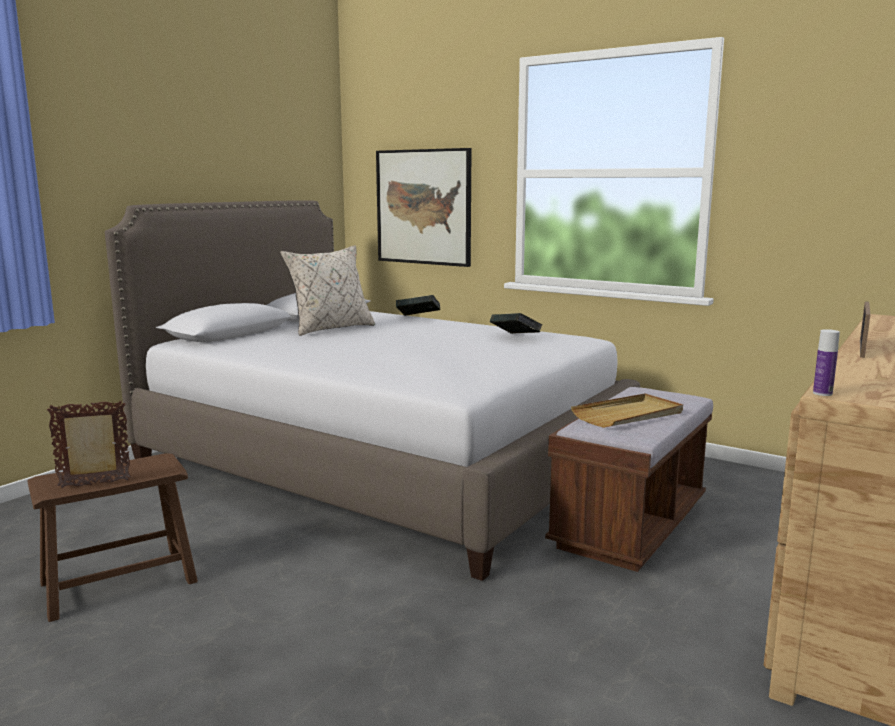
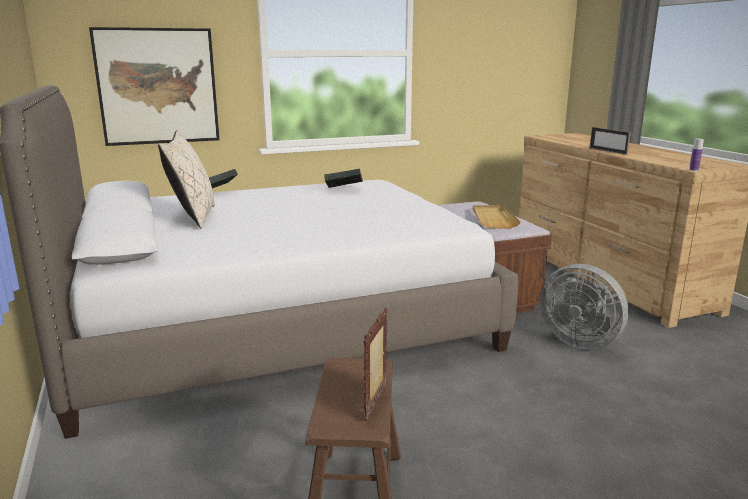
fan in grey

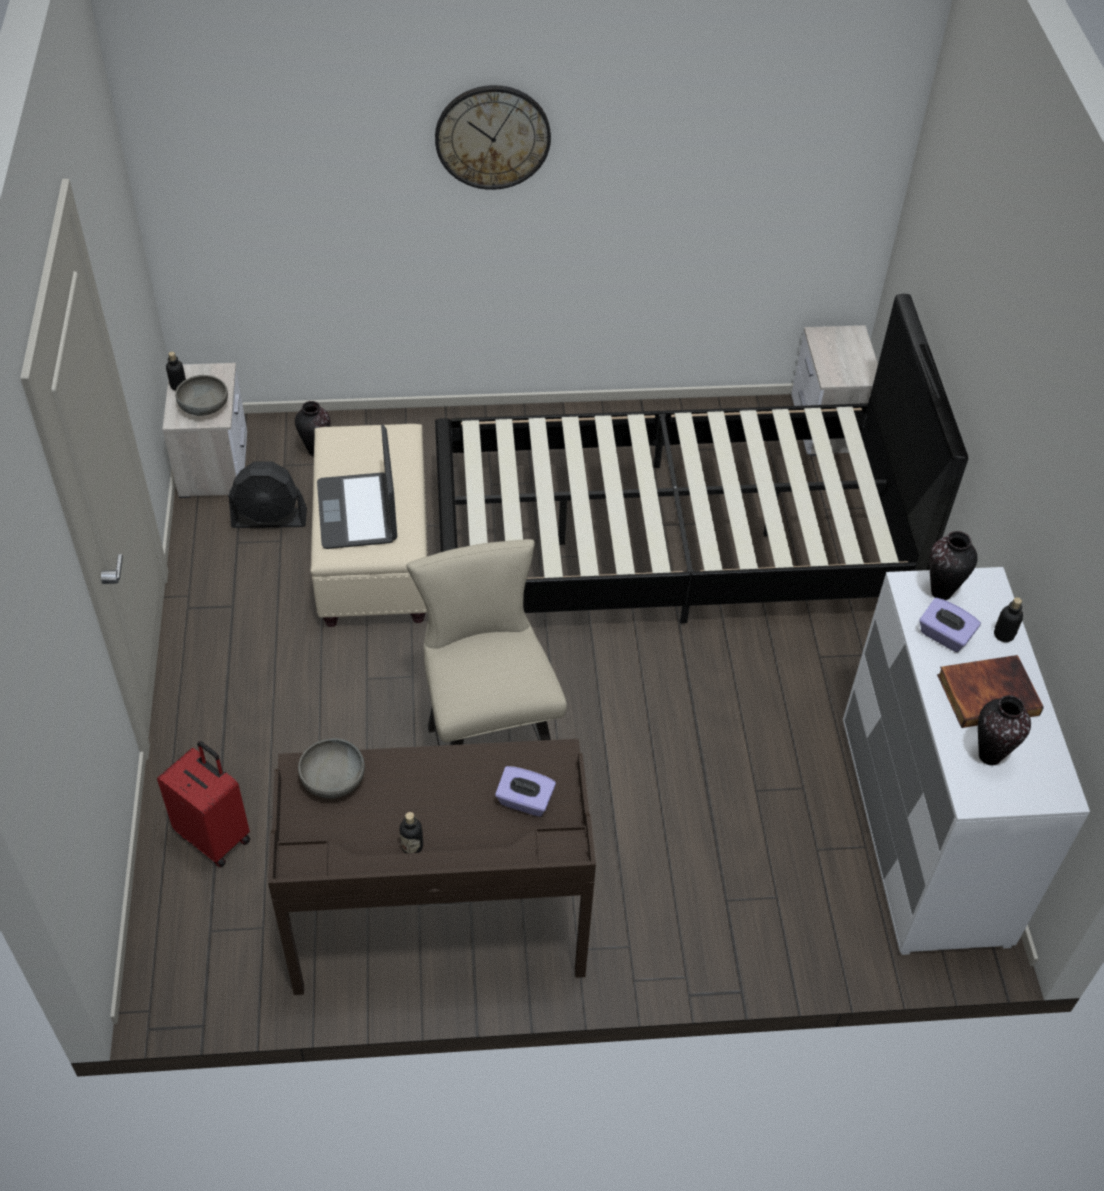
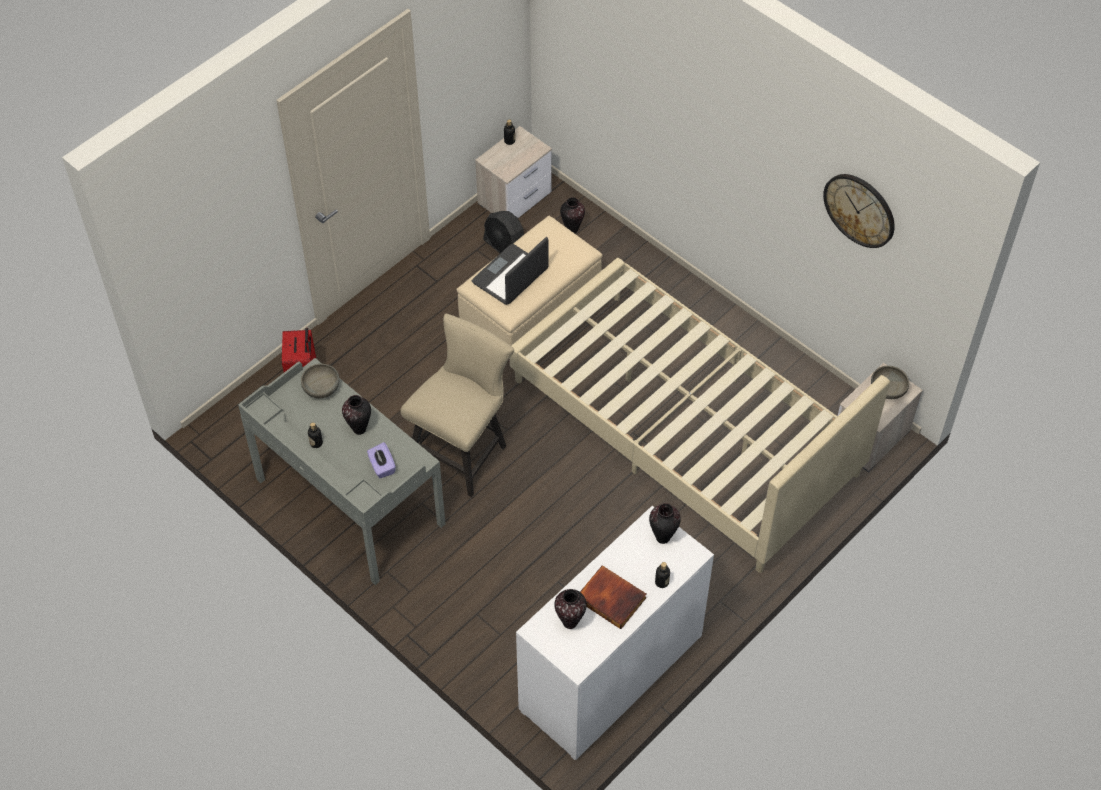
tissue box in purple (2nd from left in the first image)
vase (1st from left)
bowl in grey (2nd from left)
wall clock
desk in grey
bed in beige

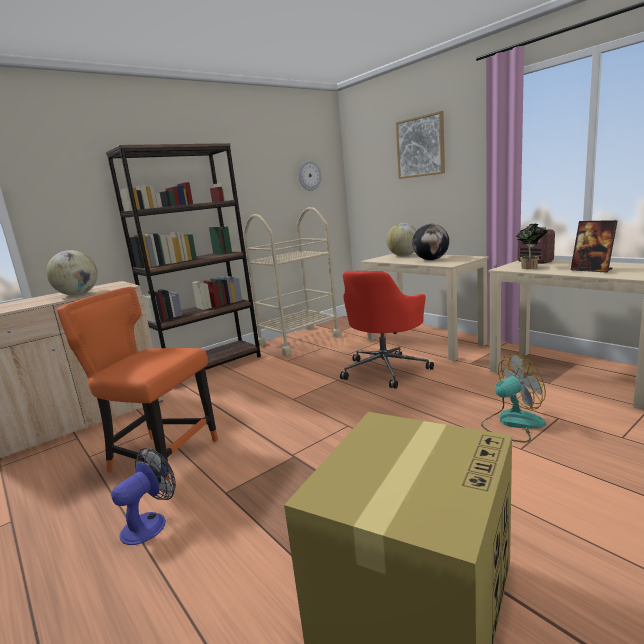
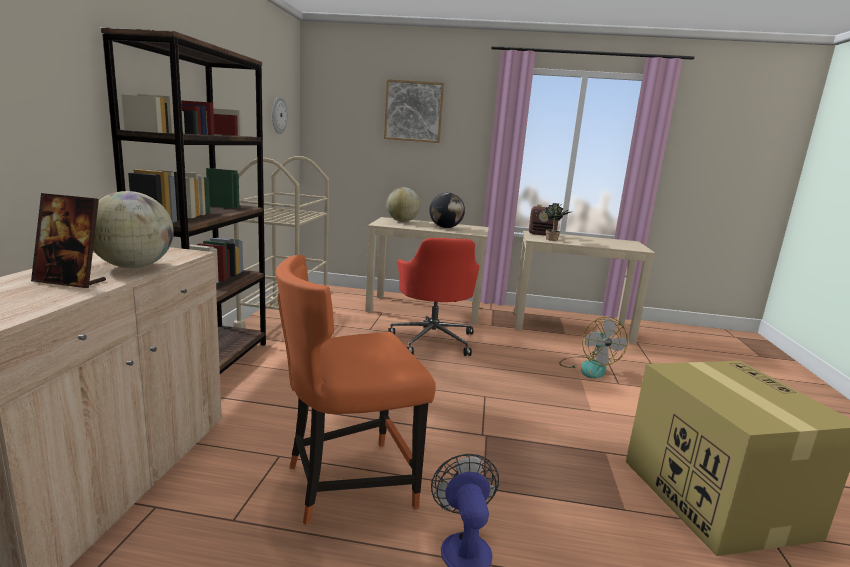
picture frame
fan (2nd from left)

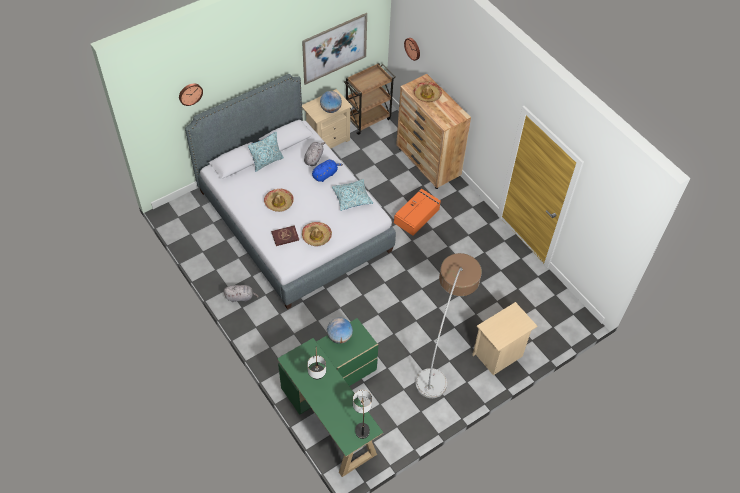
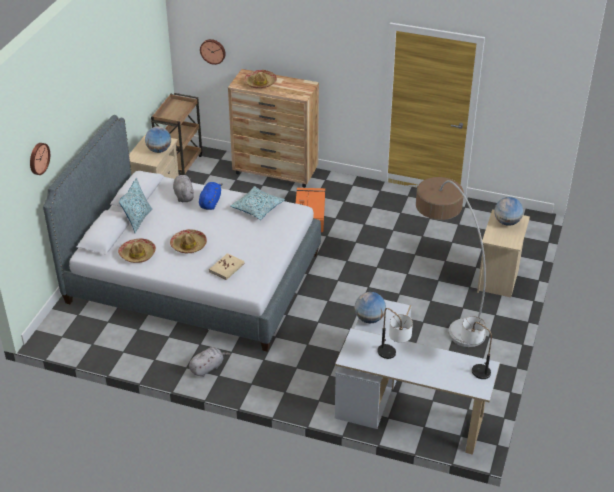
picture
globe (3rd from left)
hat (1st from left)
book in beige
desk in white

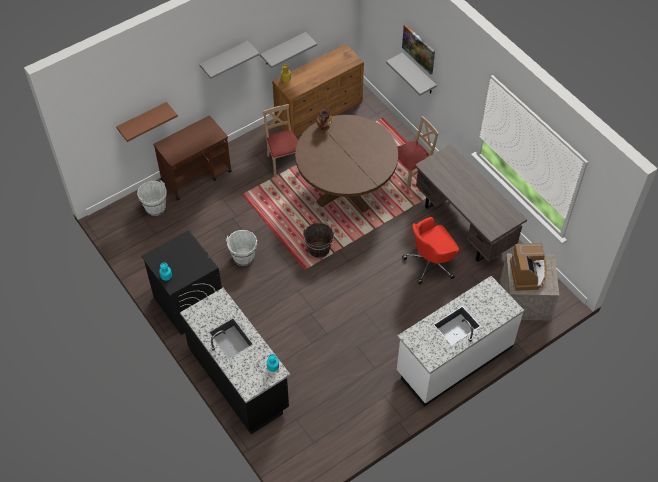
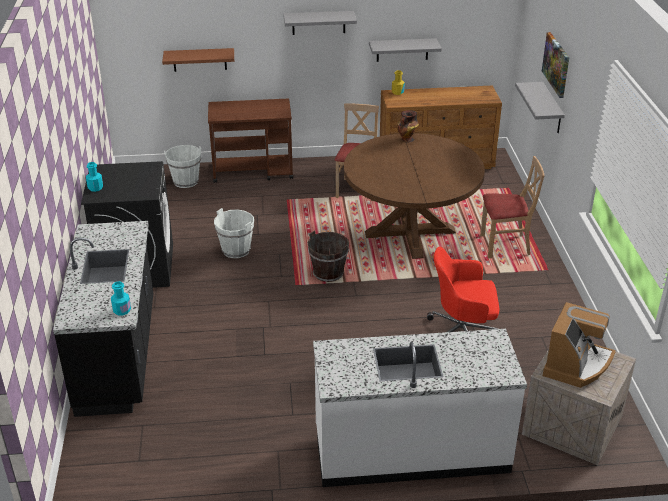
desk in brown

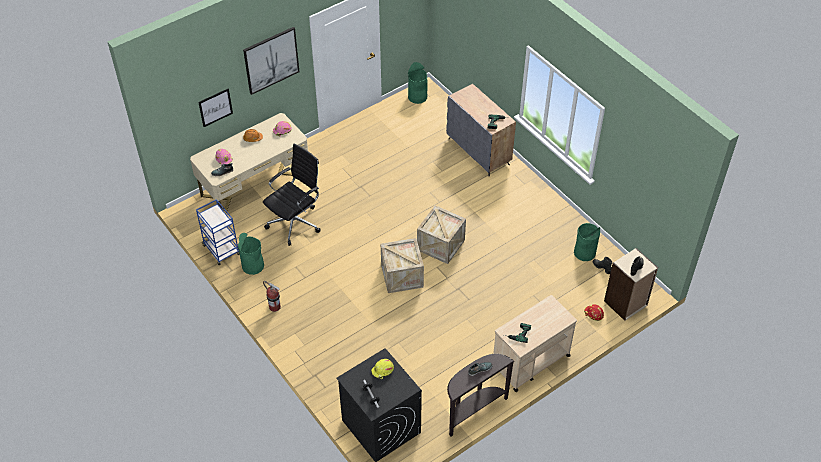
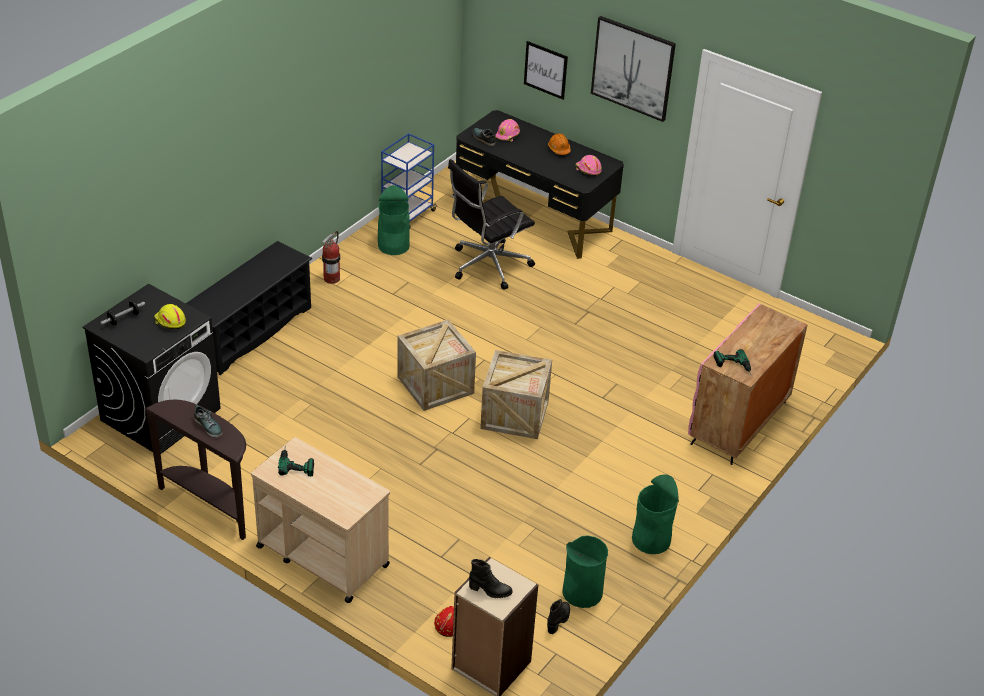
shoe rack in black
trash can in green (3rd from left)
desk in black
cabinet in pink
office chair in black

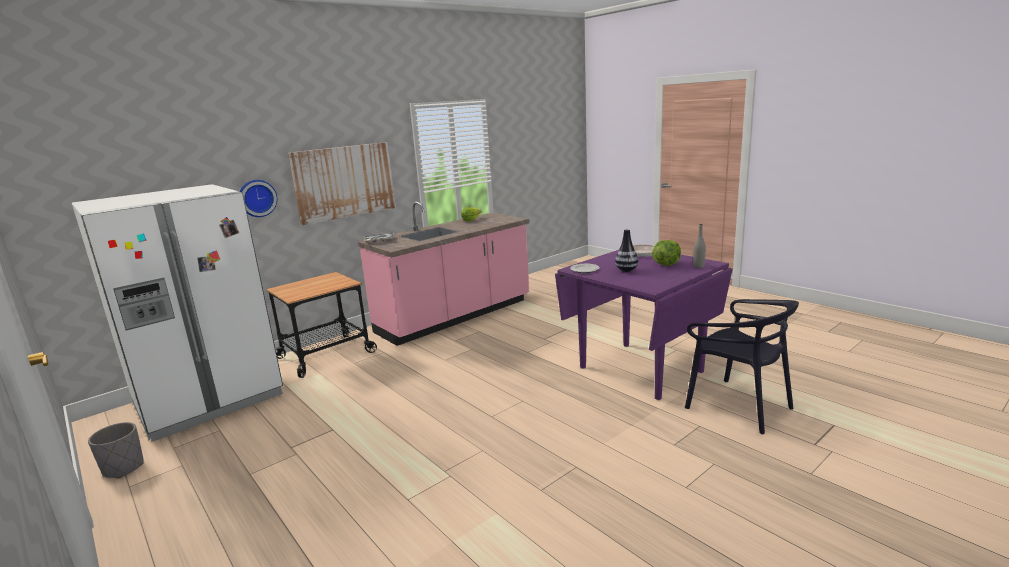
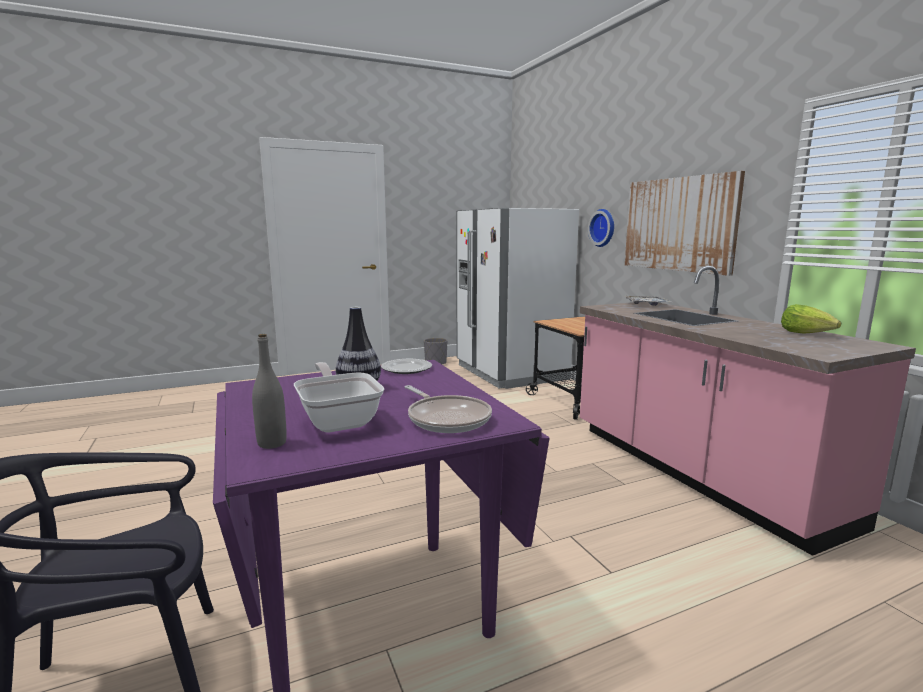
frying pan (1st from left)

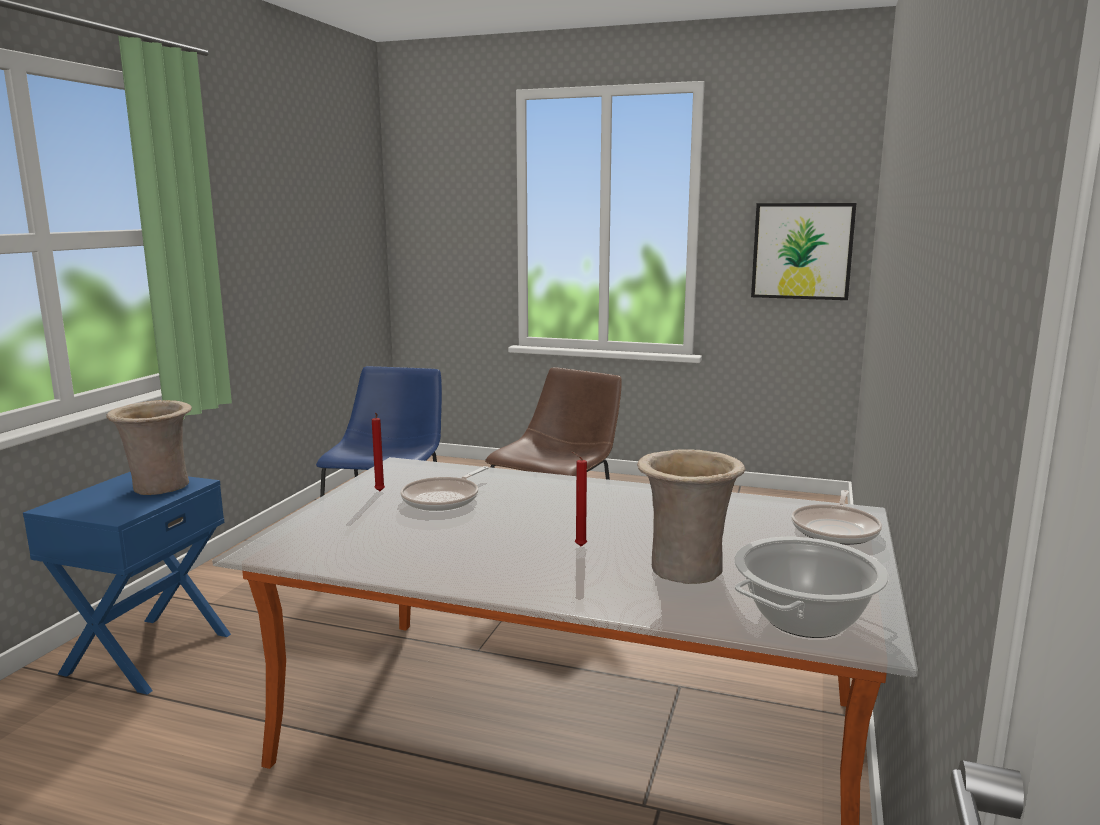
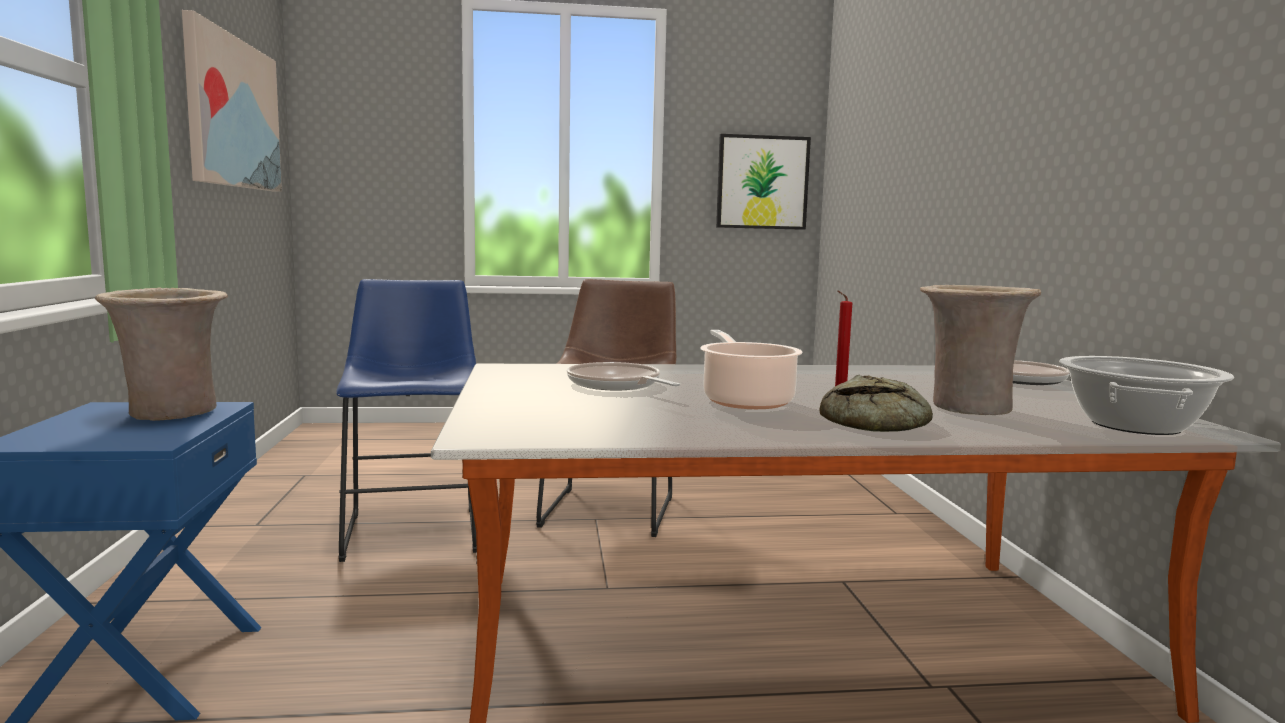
candle in red (1st from left in the first image)
picture (1st from left)
cooking pot (1st from left)
bread
frying pan (1st from left)

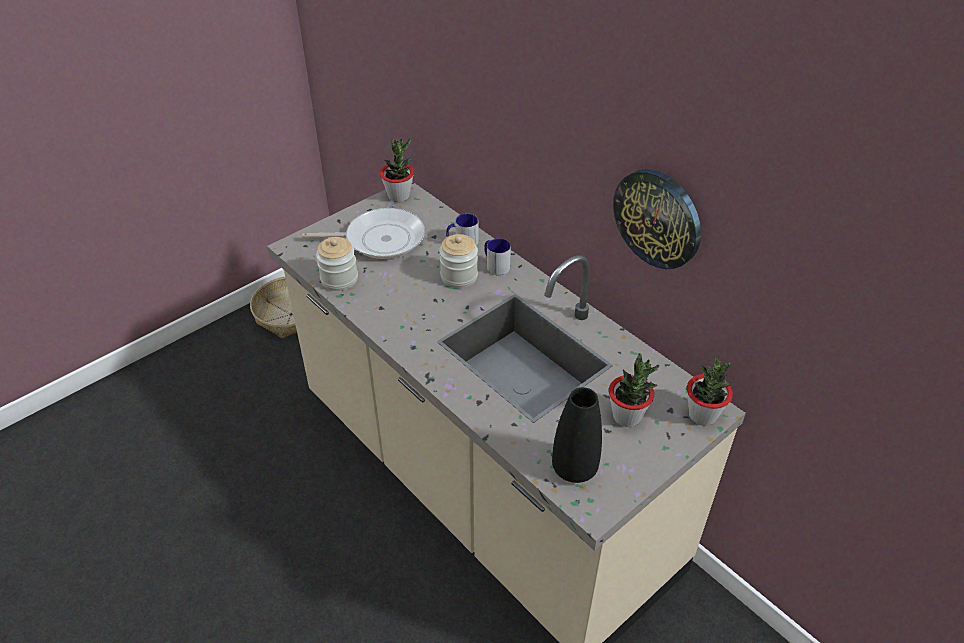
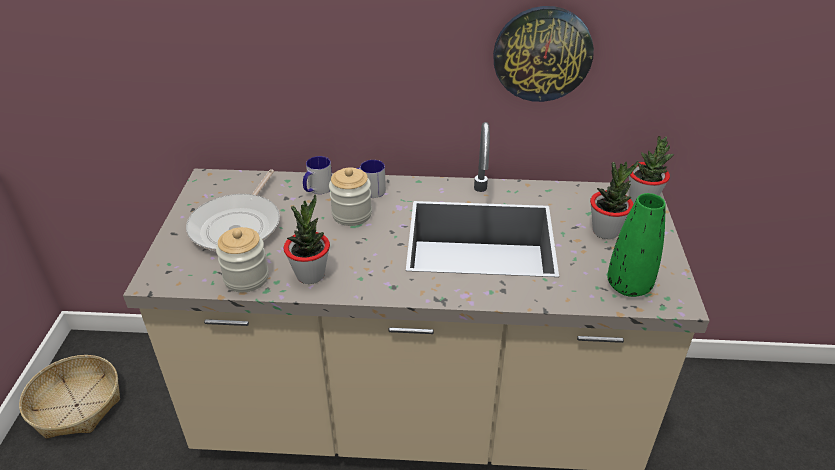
potted plant (1st from left)
vase in green
frying pan

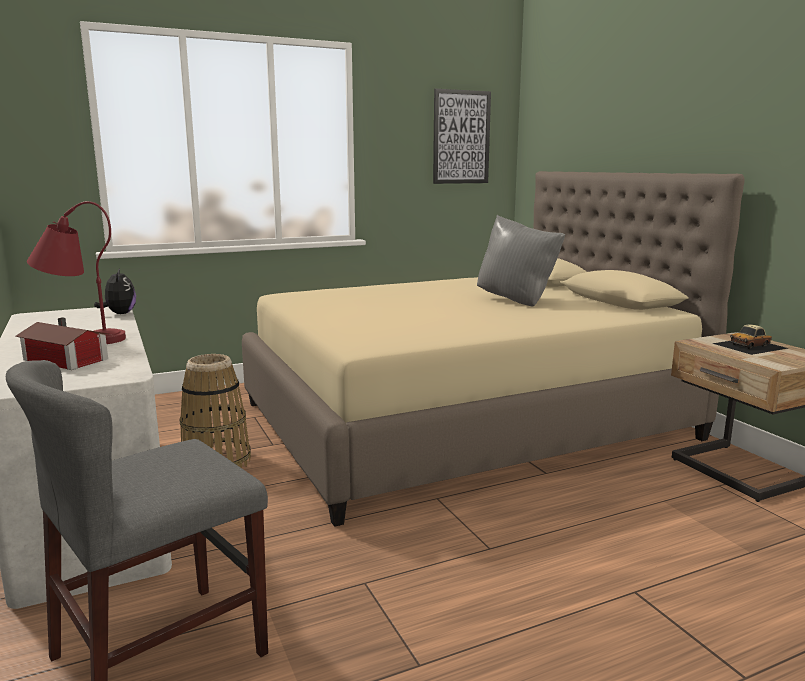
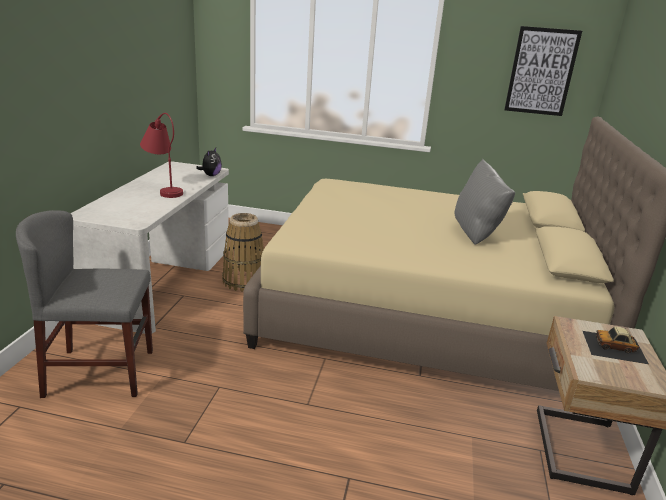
toy house

